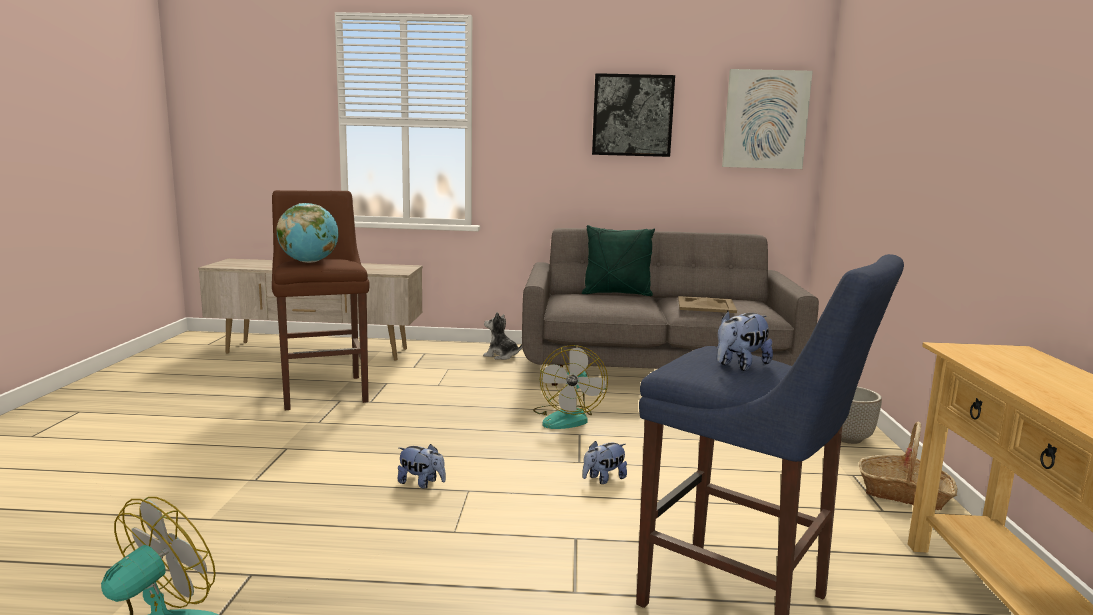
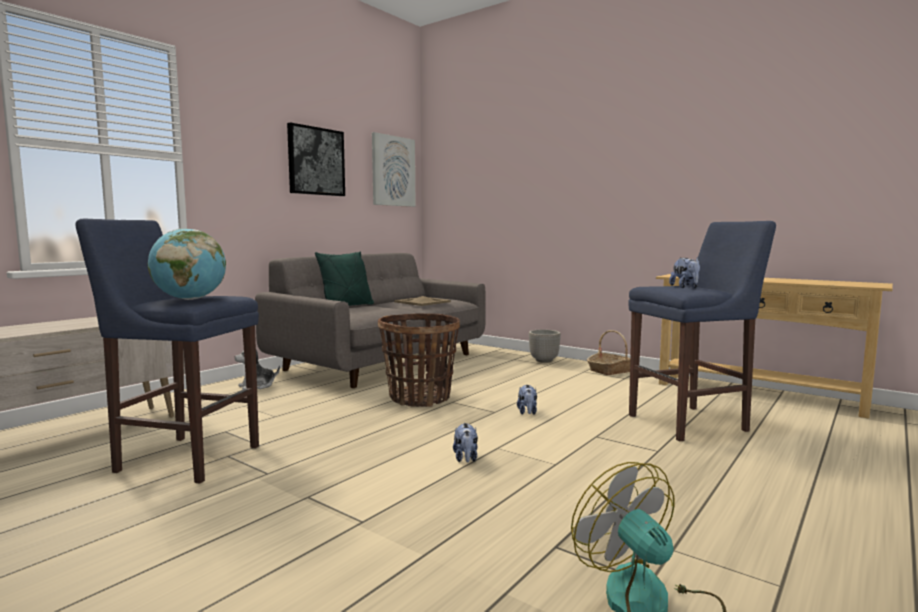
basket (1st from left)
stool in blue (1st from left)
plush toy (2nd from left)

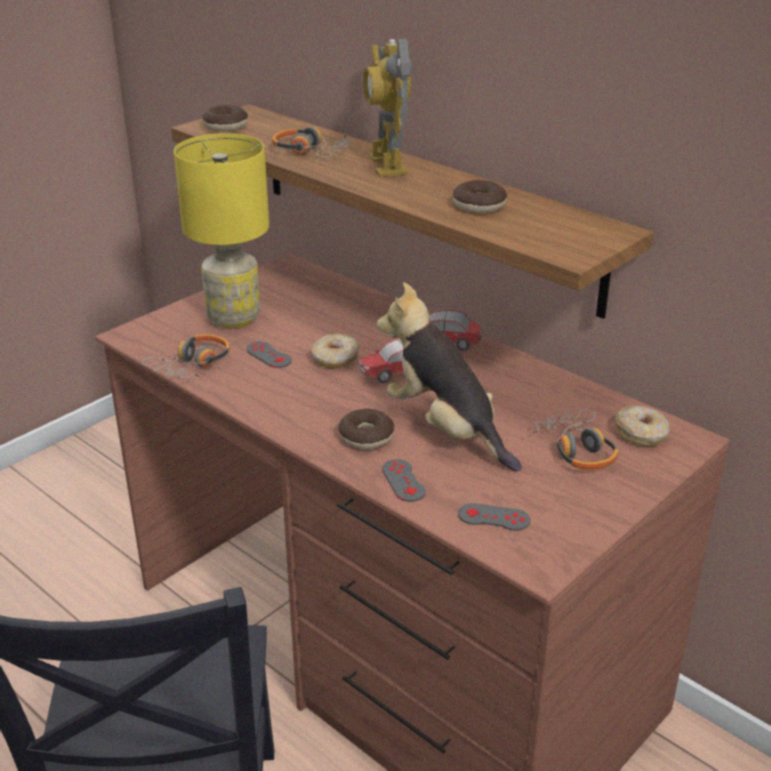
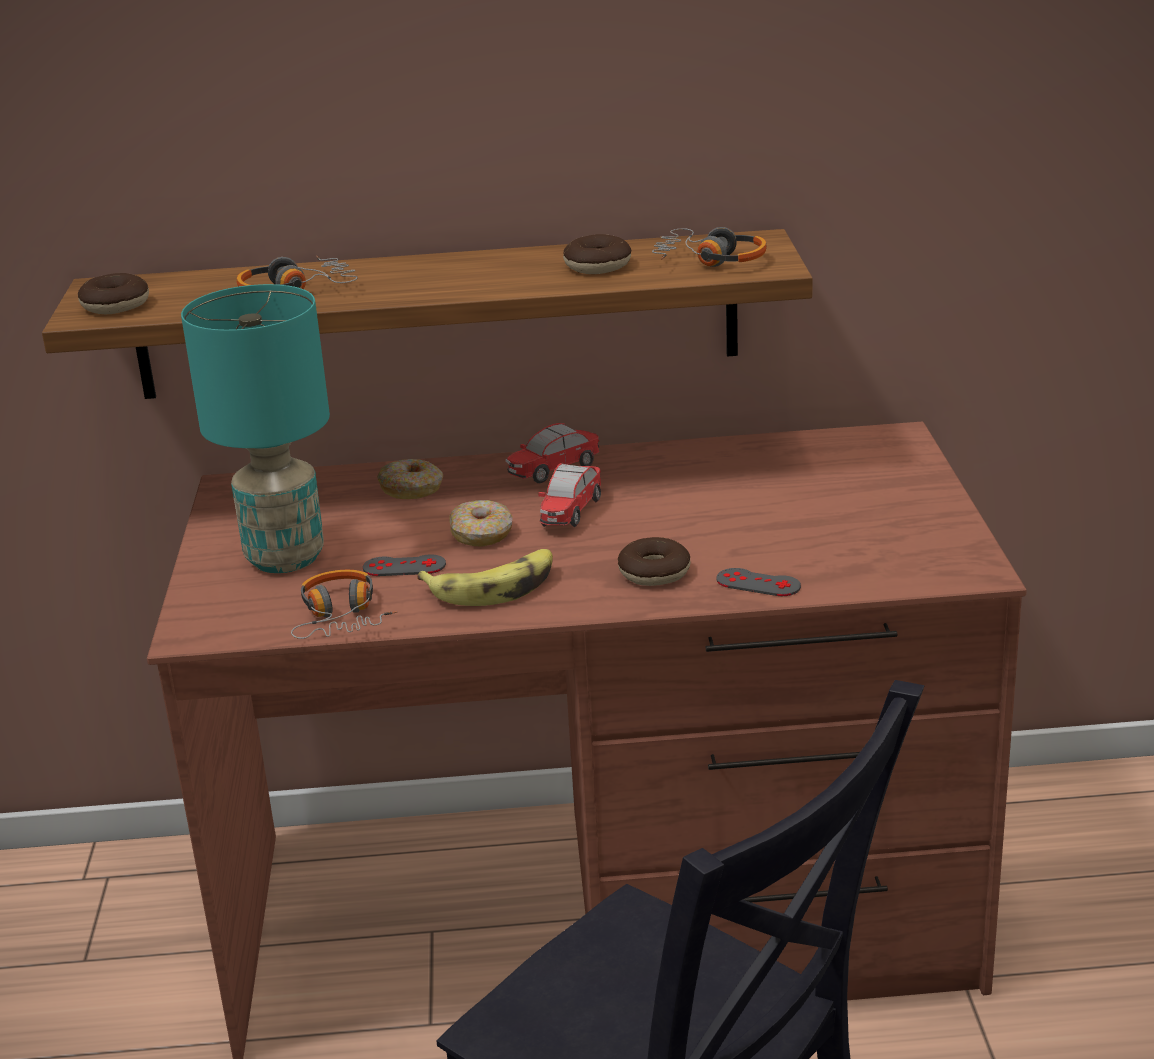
toy robot
plush toy
game controller in grey (3rd from left in the first image)
banana
headphones (3rd from left)
donut (2nd from left)
table lamp in turquoise

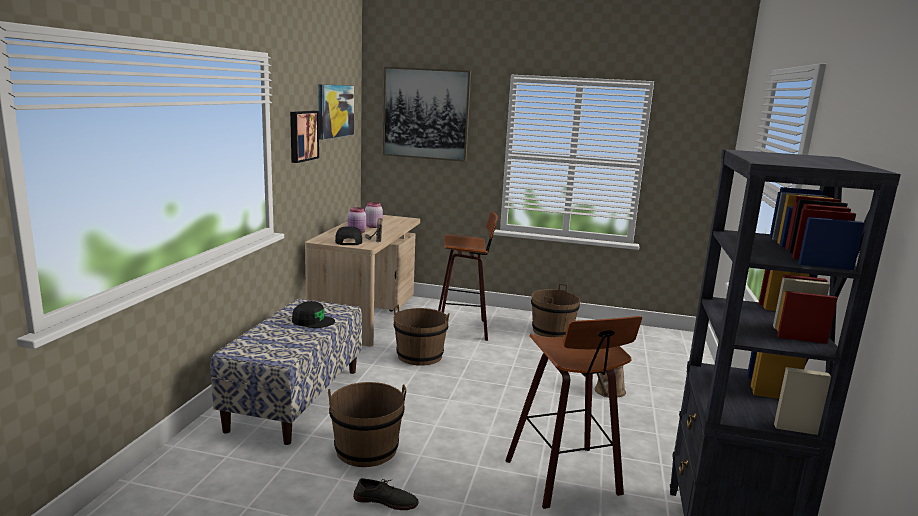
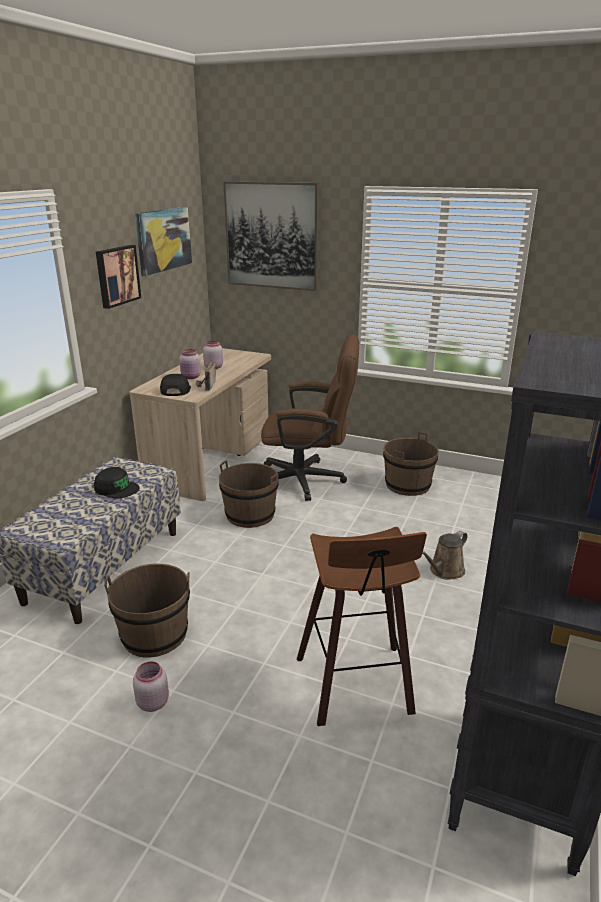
jar in pink (1st from left)
office chair in brown

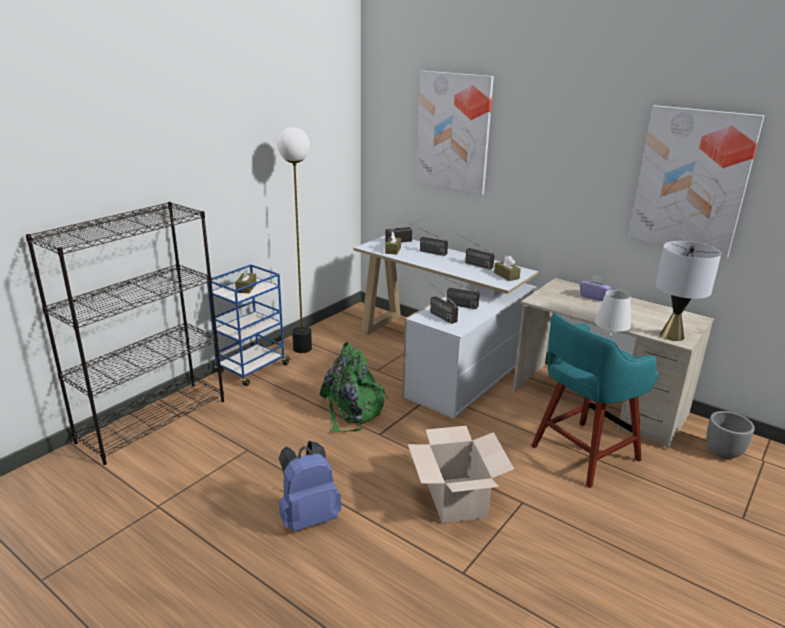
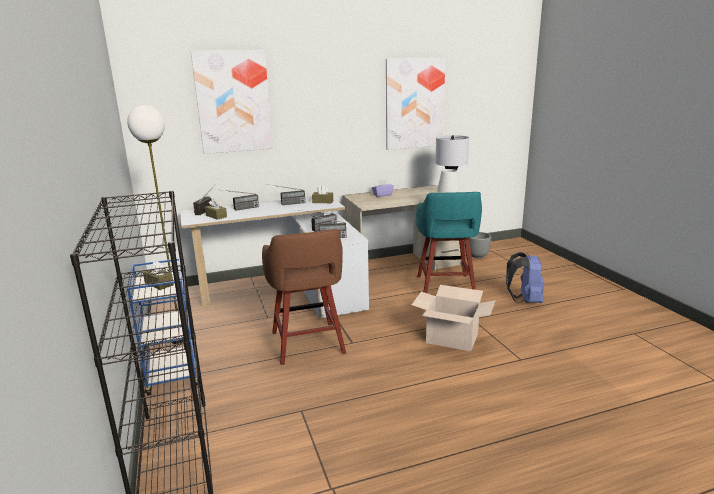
backpack in blue
stool in brown

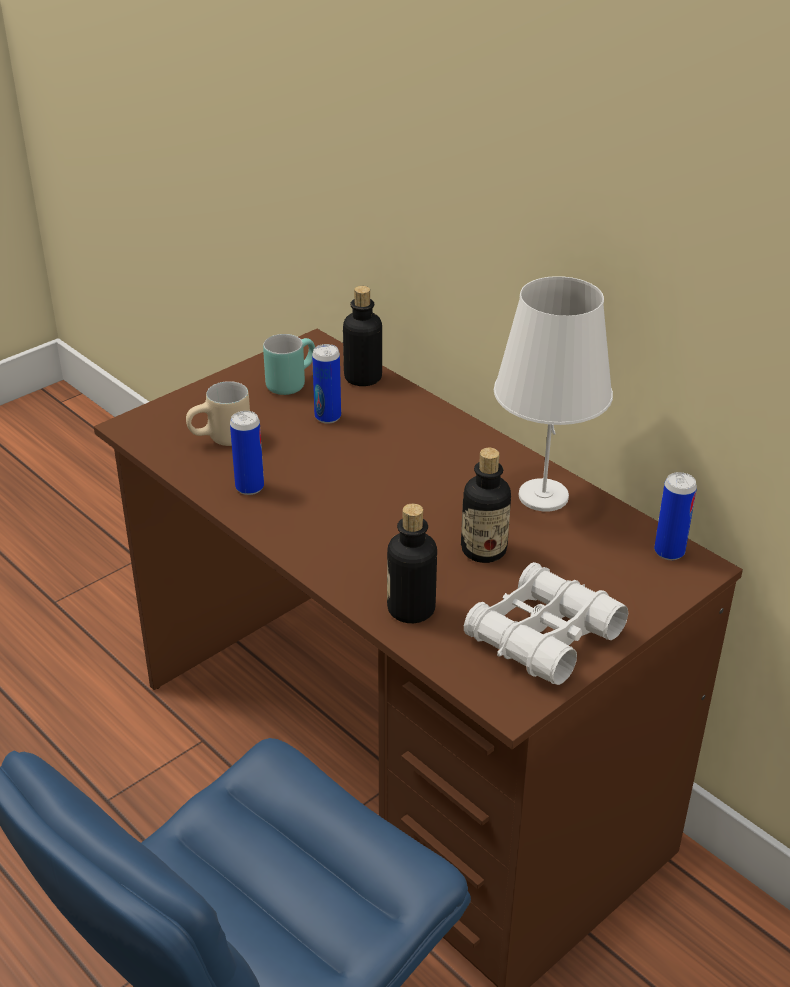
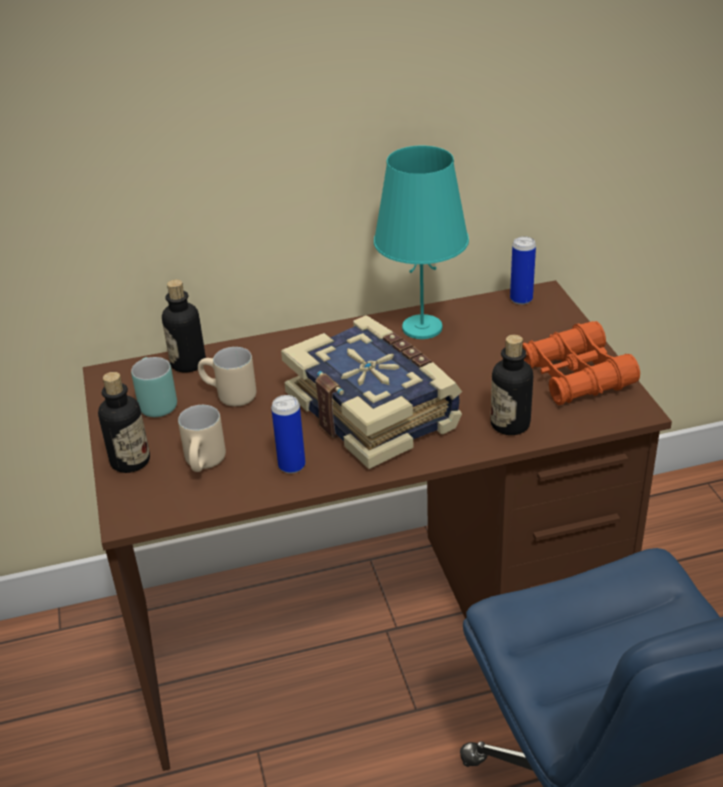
book
bottle (1st from left)
mug in beige (2nd from left)
binoculars in orange
table lamp in turquoise

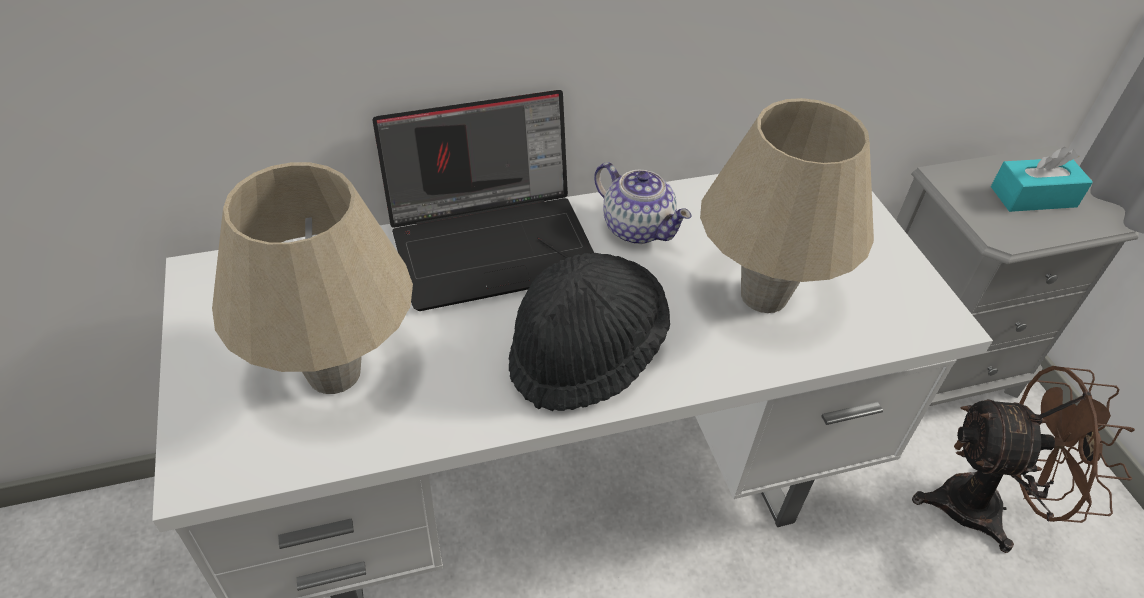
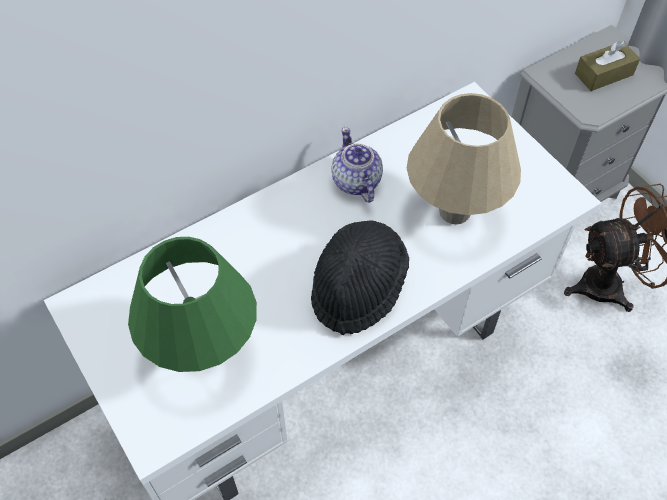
laptop
table lamp in green
tissue box in brown
teapot

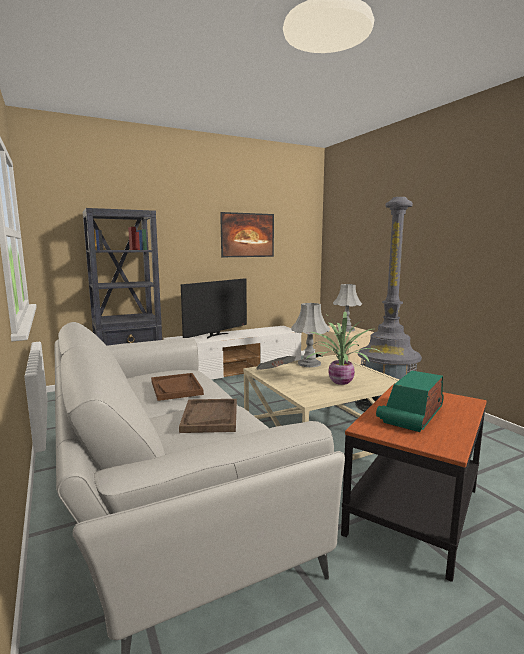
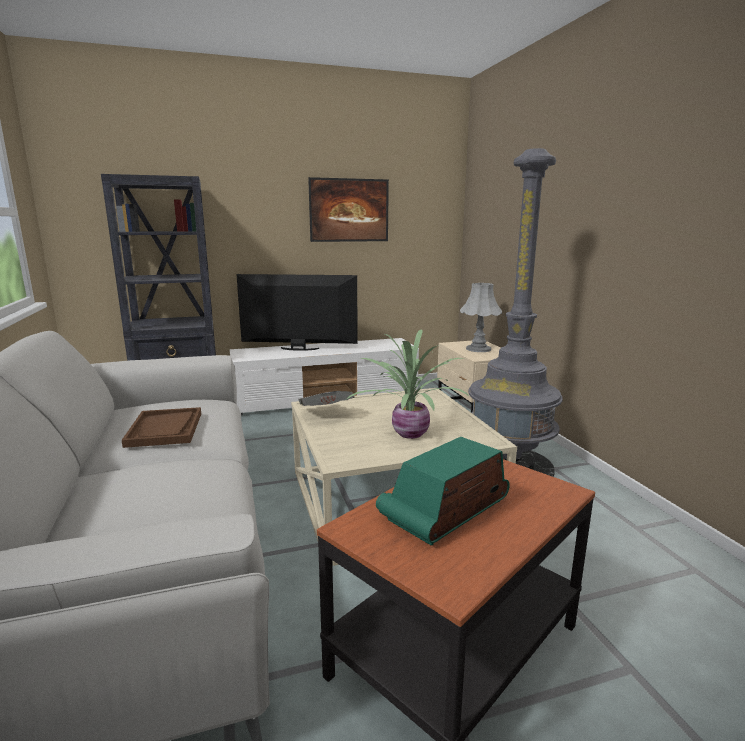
tray in brown (2nd from left in the first image)
table lamp in grey (1st from left in the first image)
television

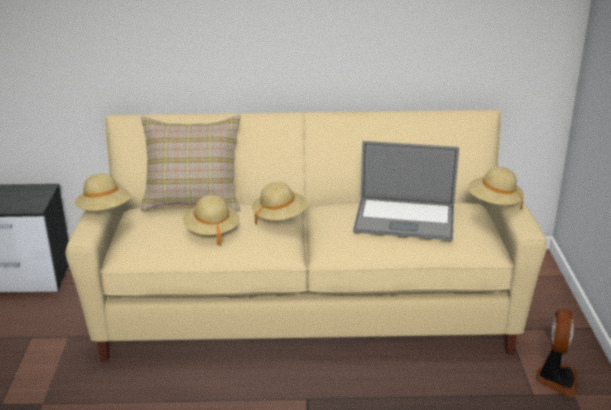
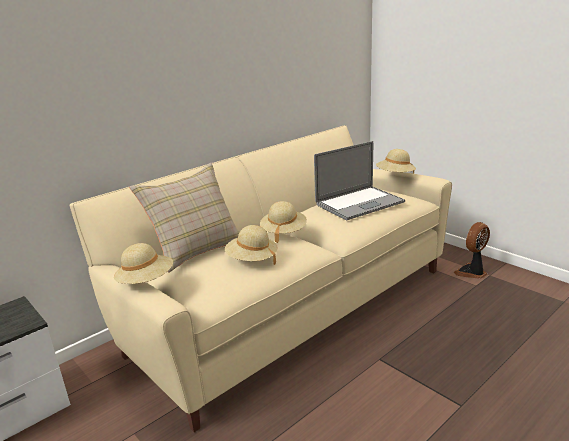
fan

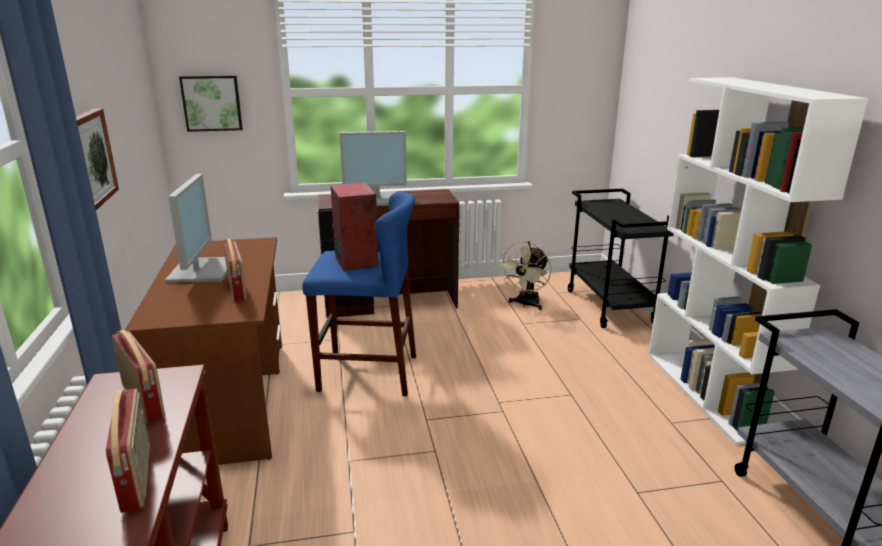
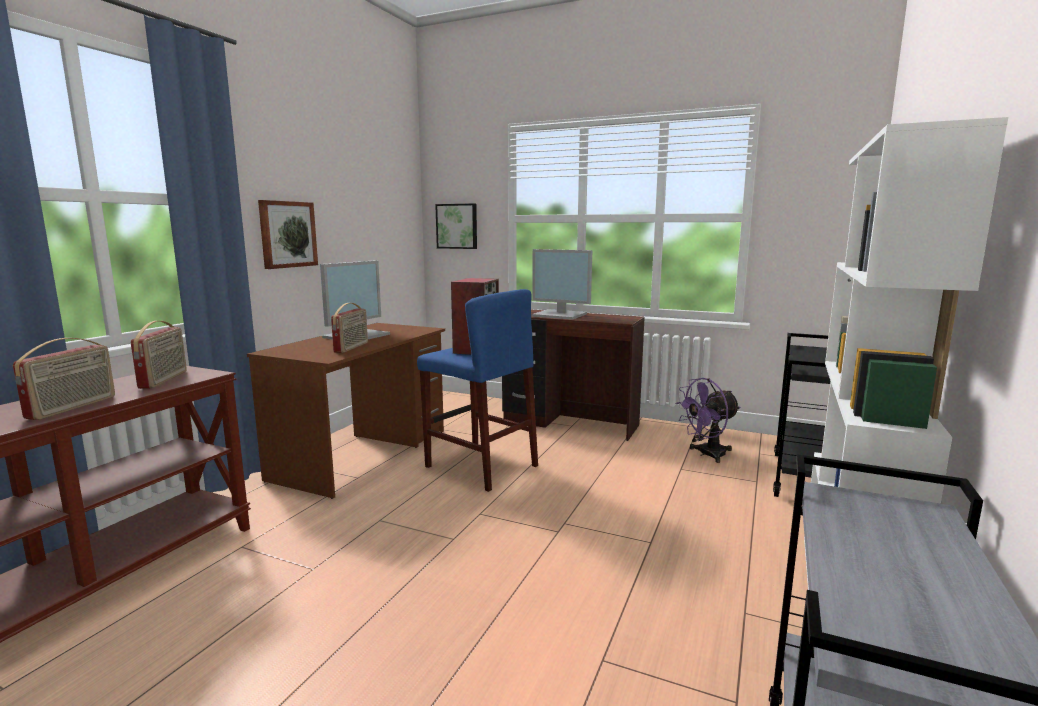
fan in purple

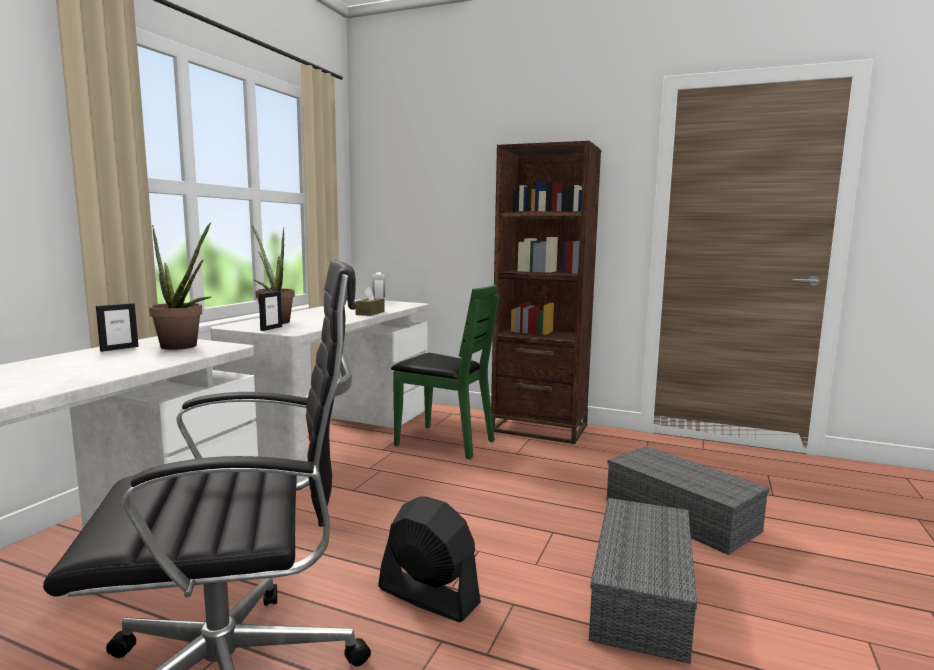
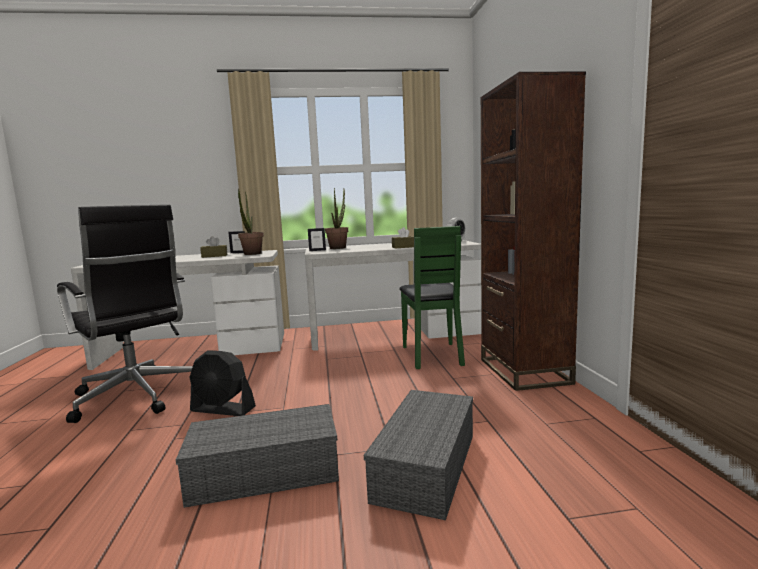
tissue box in brown (1st from left)
fan in black

